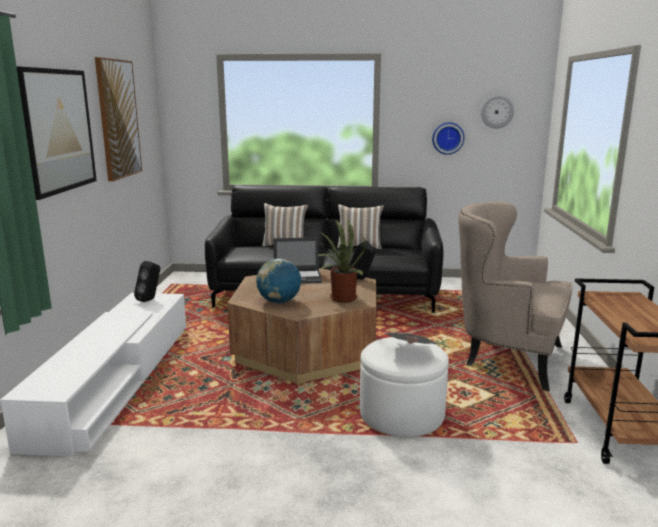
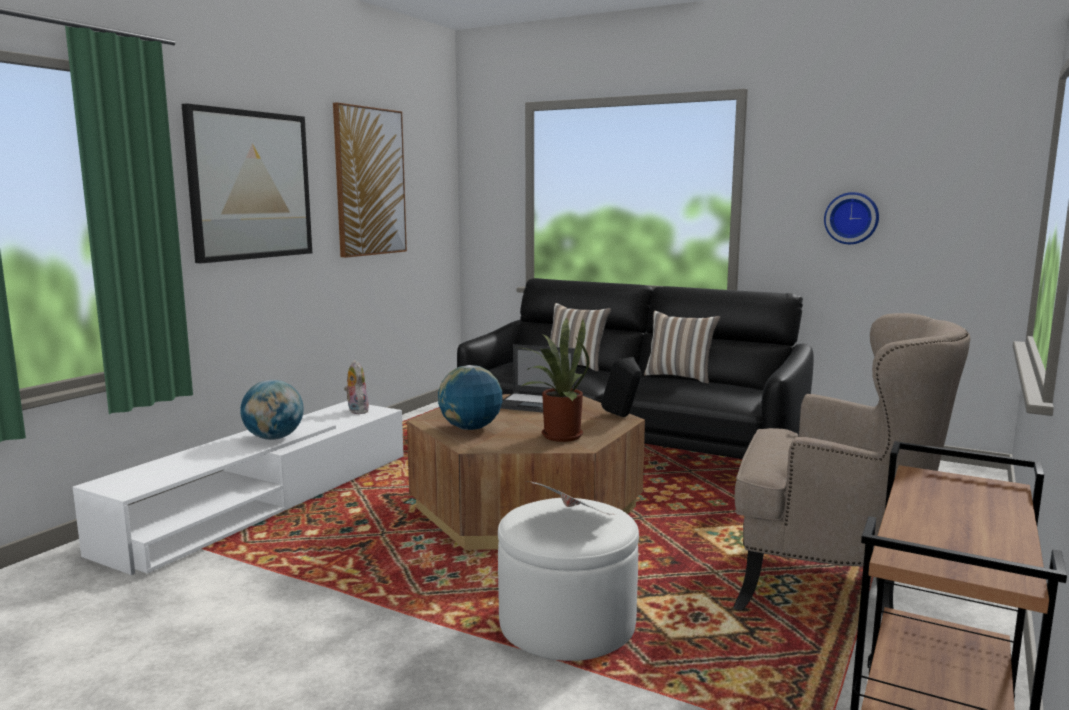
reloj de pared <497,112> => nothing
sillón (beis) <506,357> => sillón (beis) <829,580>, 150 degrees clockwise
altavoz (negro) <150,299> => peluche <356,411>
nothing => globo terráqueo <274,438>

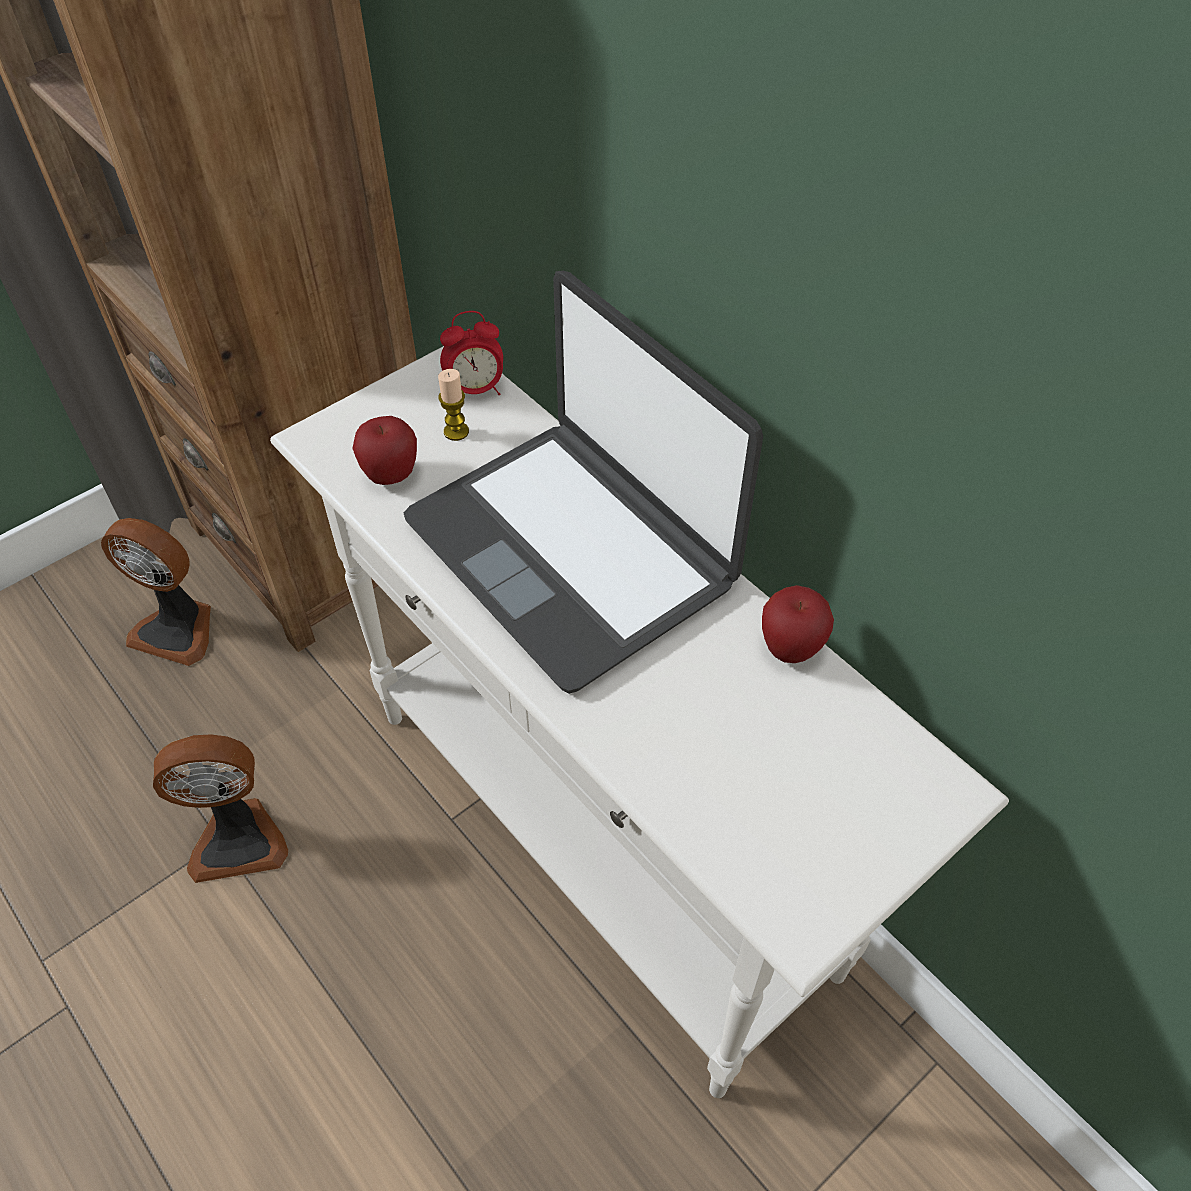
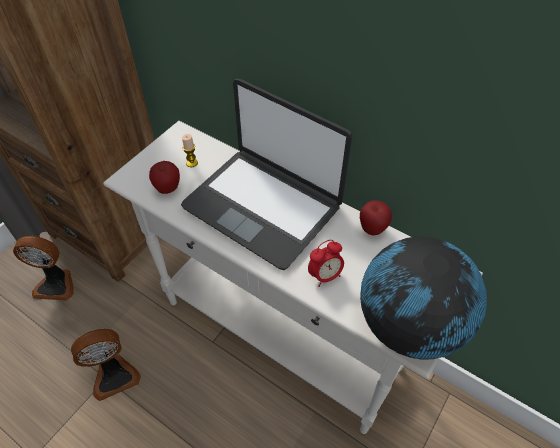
despertador <476,390> => despertador <325,275>, shifted
nothing => globo terráqueo <409,325>

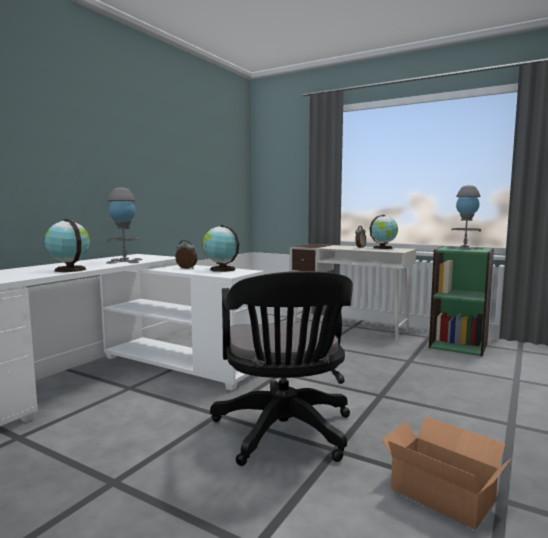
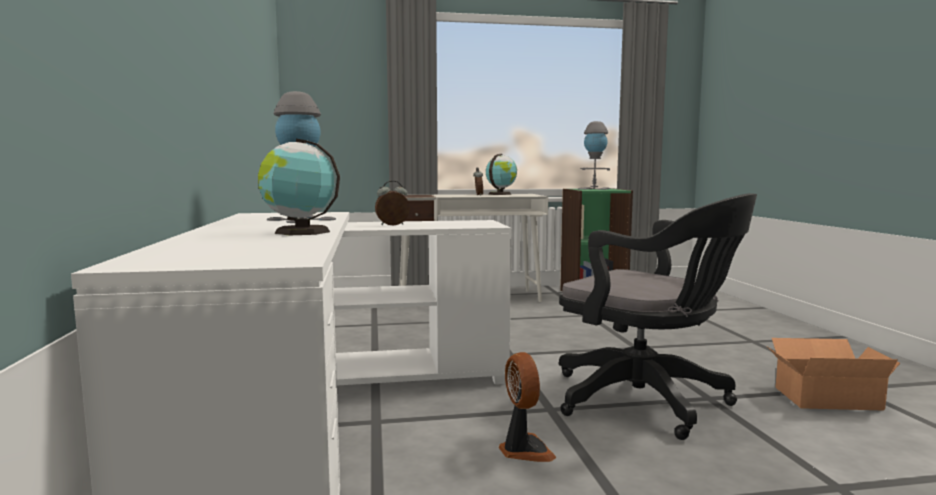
globo terráqueo <221,269> => nothing
nothing => ventilador <524,450>

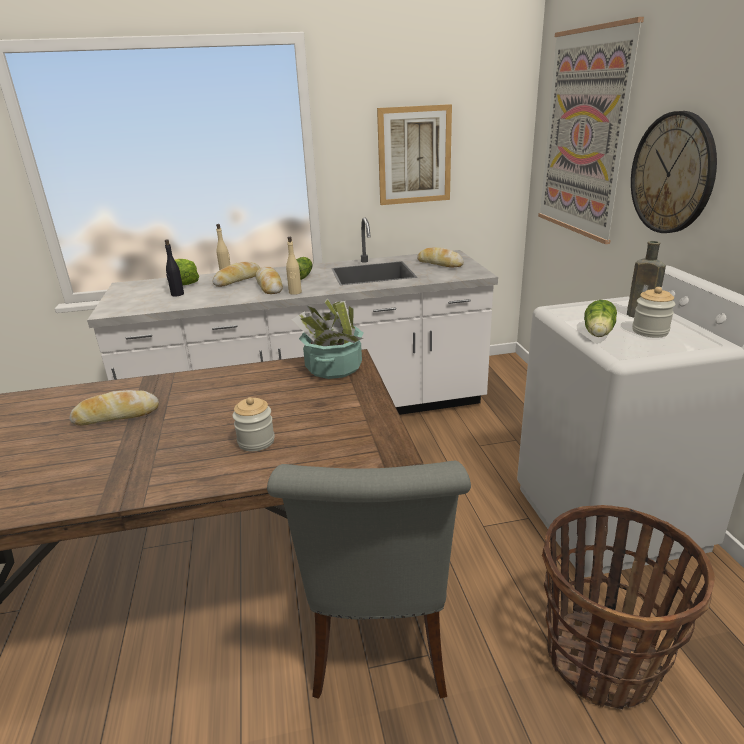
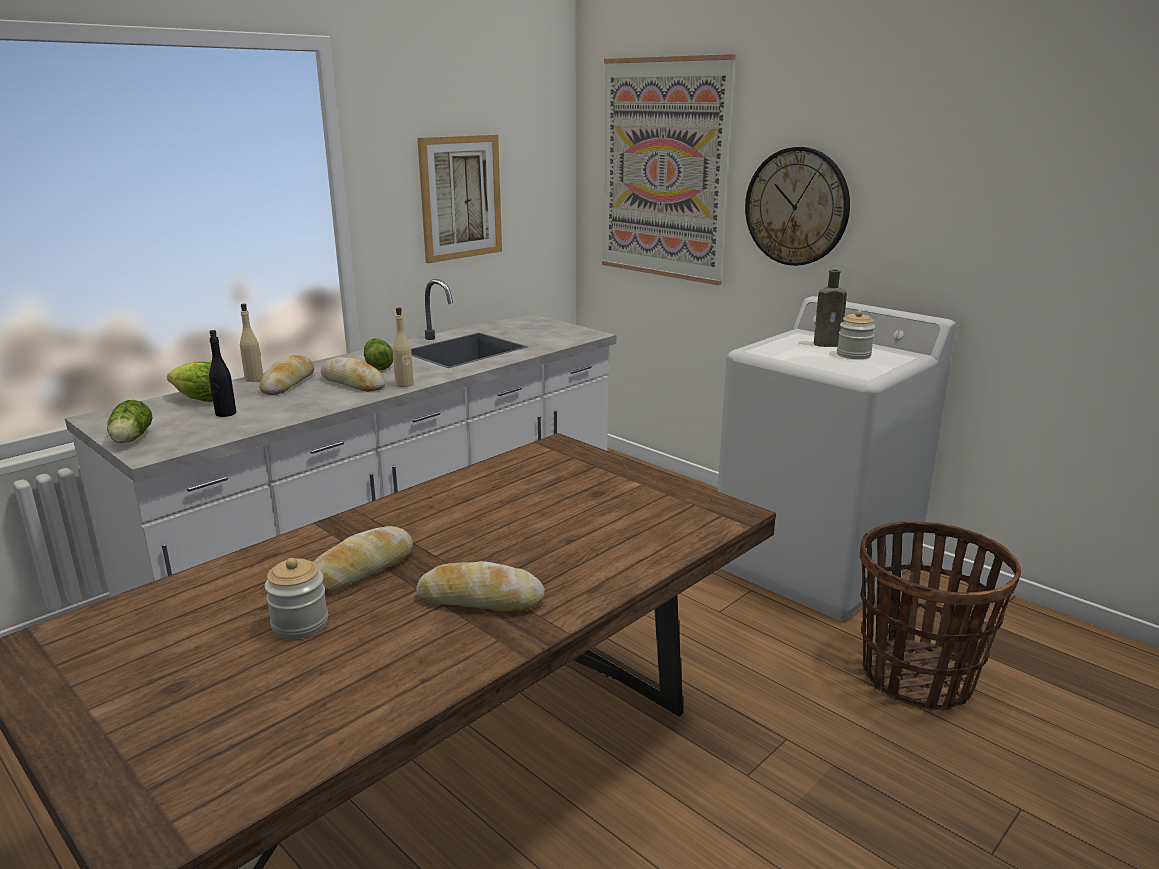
pan <439,264> => pan <480,599>, shifted
planta en maceta <333,367> => nothing
lechuga <597,334> => lechuga <130,439>, shifted
tarro <256,441> => tarro <300,624>, shifted
silla (gris) <380,647> => nothing

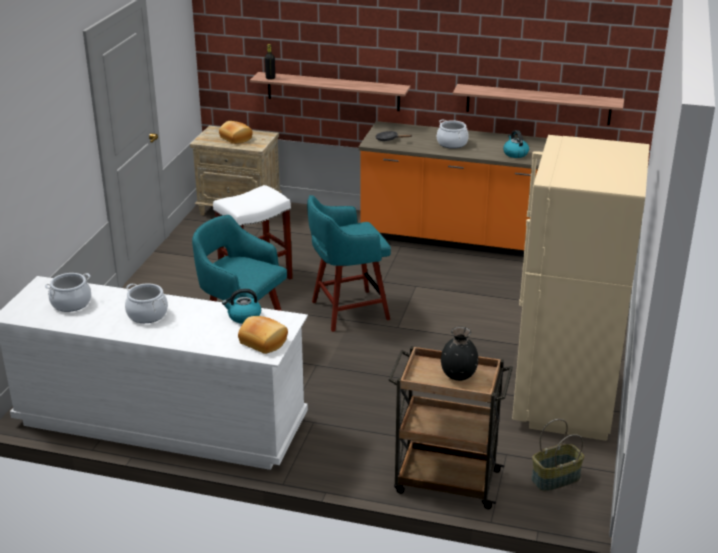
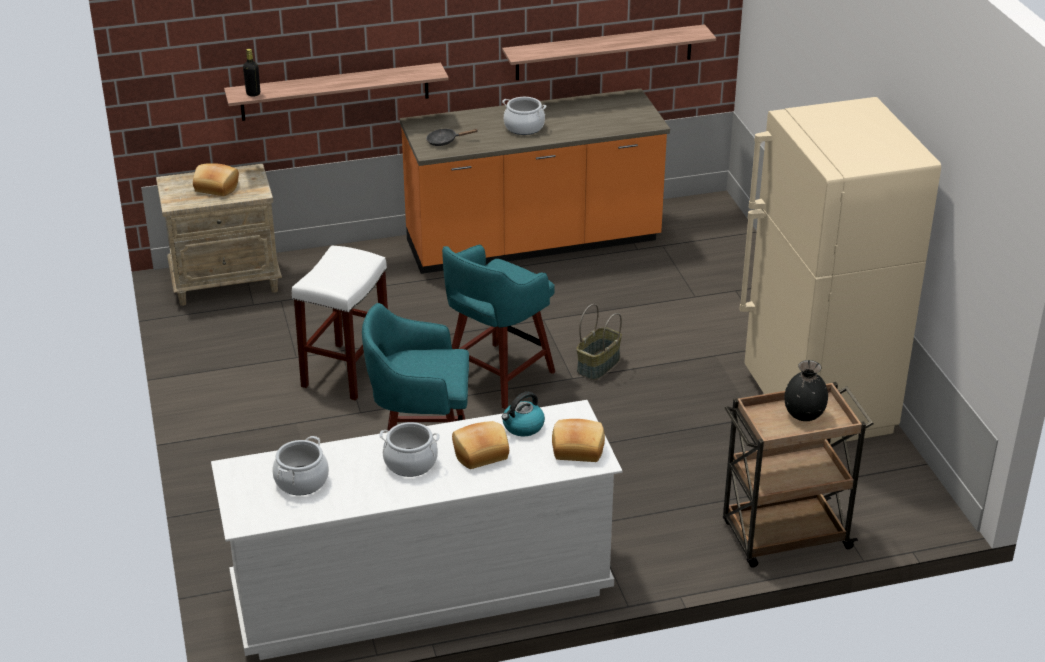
hervidor <515,153> => nothing
cesta <555,479> => cesta <598,366>, shifted
nothing => pan <480,452>

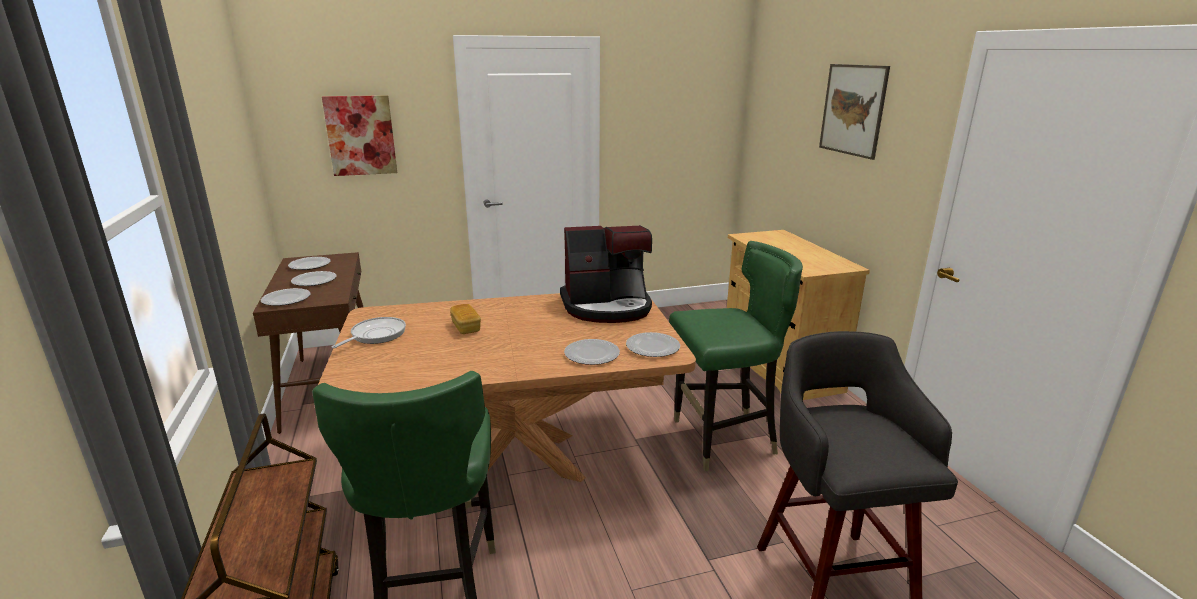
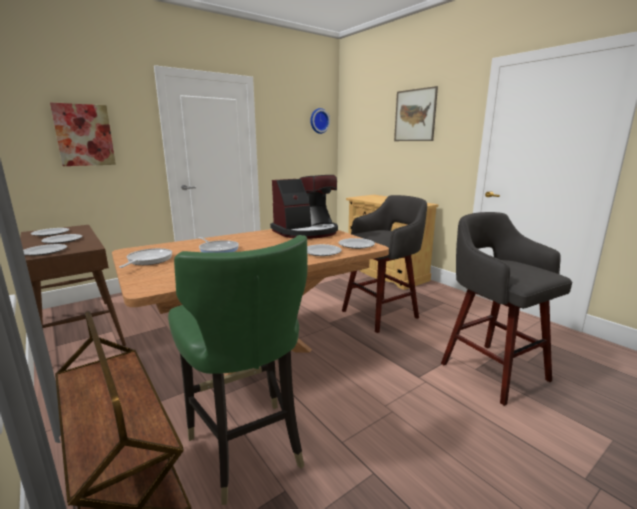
silla (verde) <722,440> => taburete (gris) <381,314>
pan <466,327> => sartén <218,249>
nothing => reloj de pared <318,121>

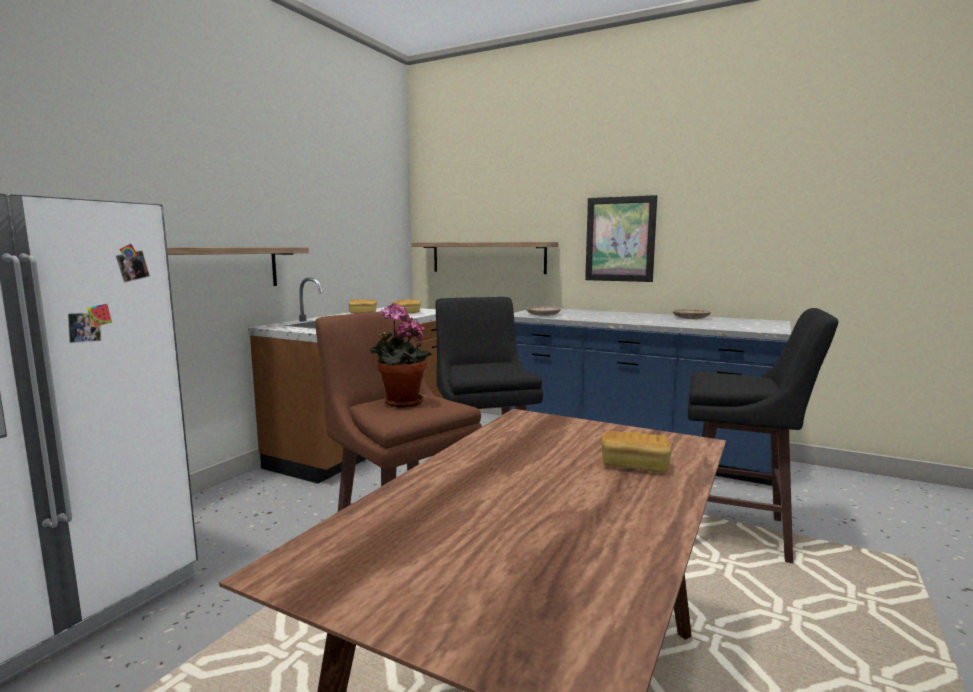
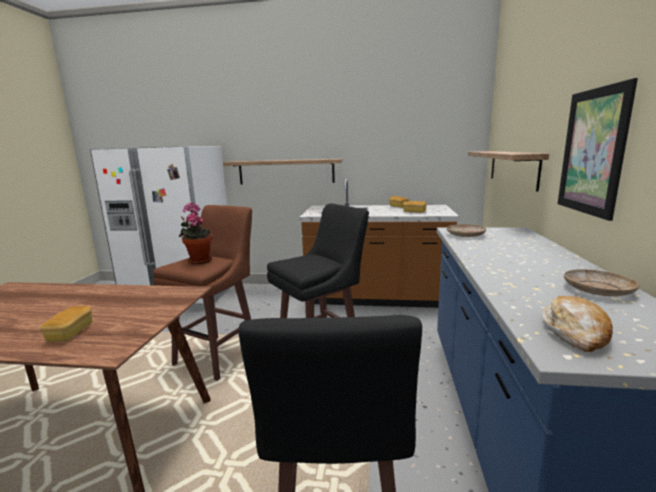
nothing => pan <575,333>

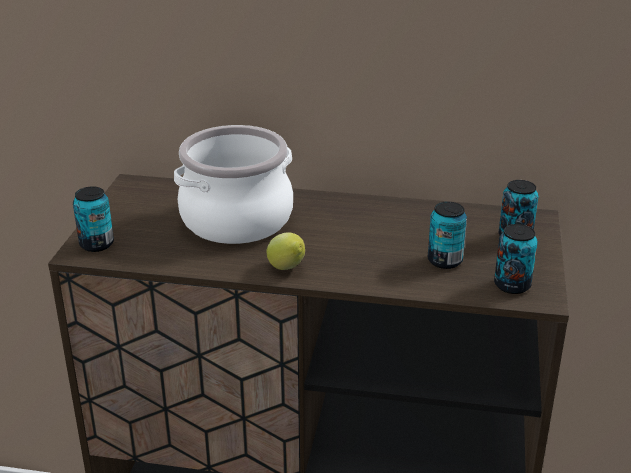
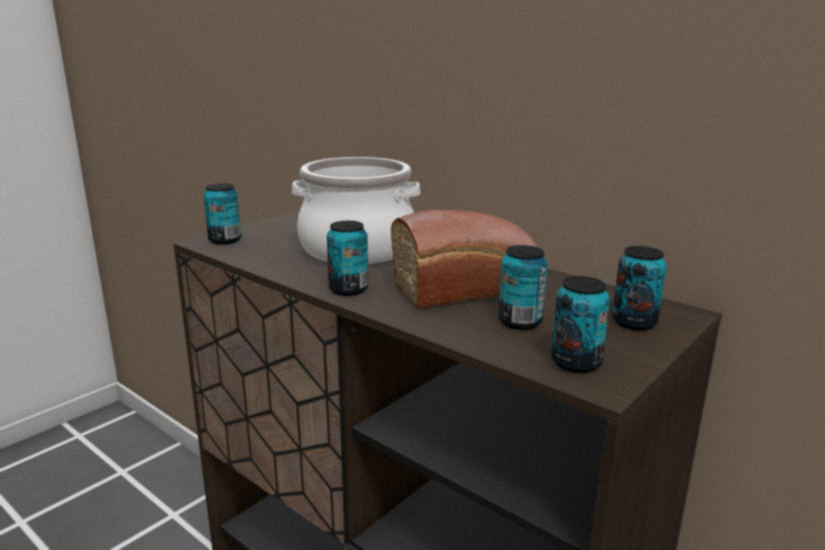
limón <287,269> => lata <348,289>
nothing => pan <470,288>

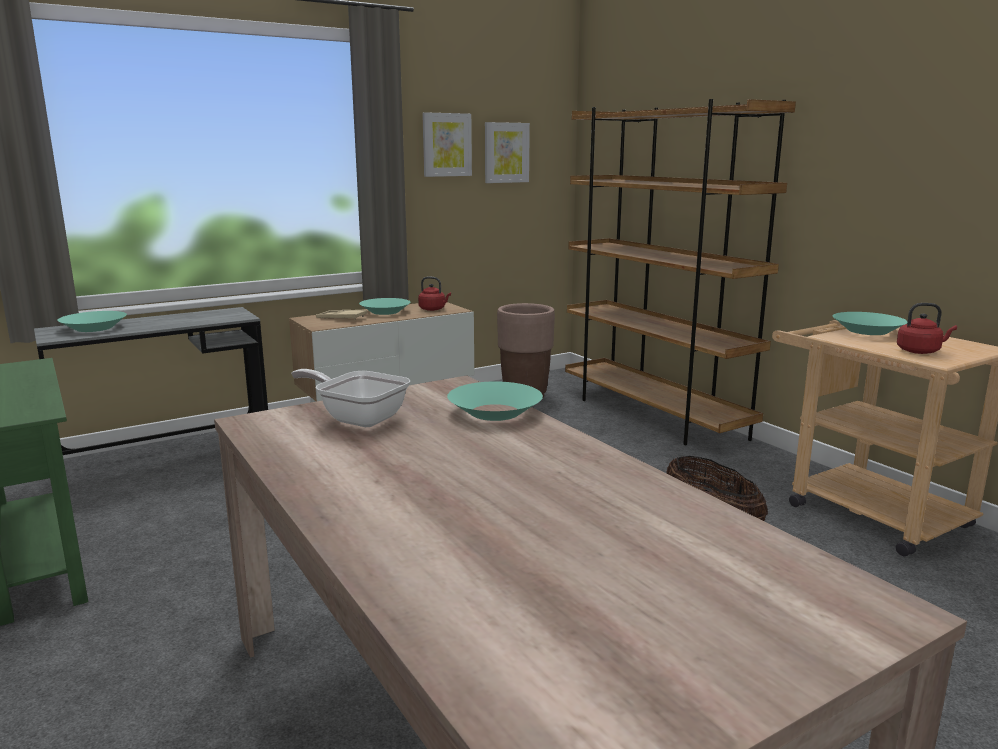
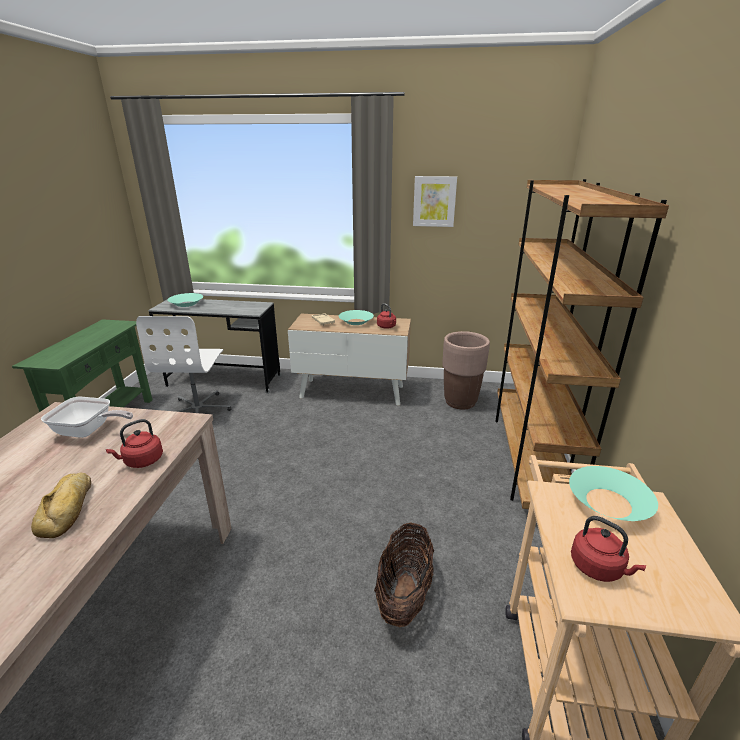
cuadro <506,152> => nothing
sartén <358,418> => sartén <89,431>, 120 degrees clockwise
cuenco (turquesa) <495,412> => hervidor (rojo) <142,461>
nothing => silla de oficina (blanco) <198,410>
nothing => pan <69,508>

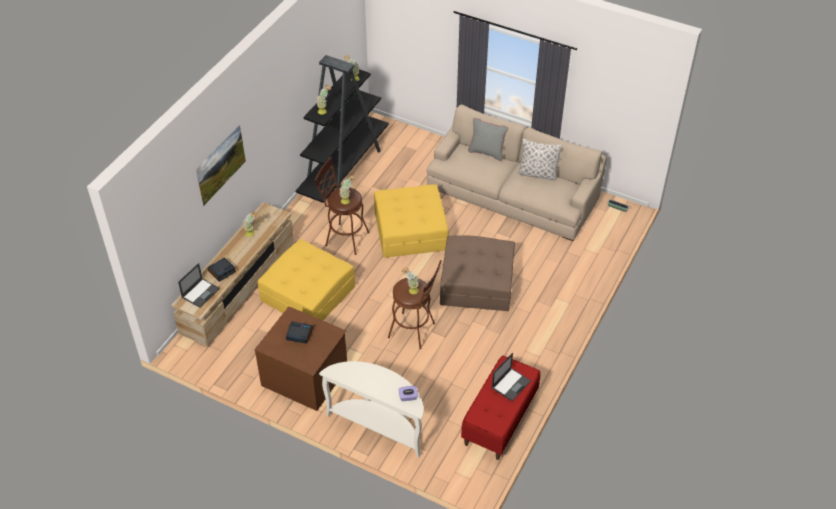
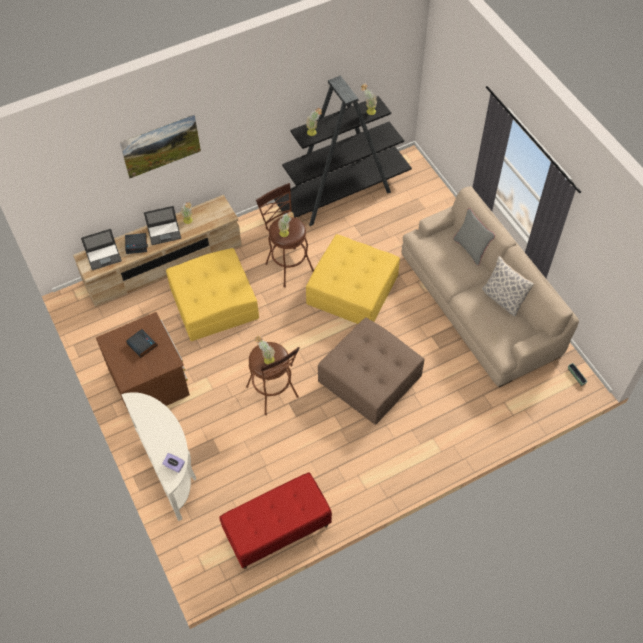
portátil <511,384> => portátil <164,232>, shifted

